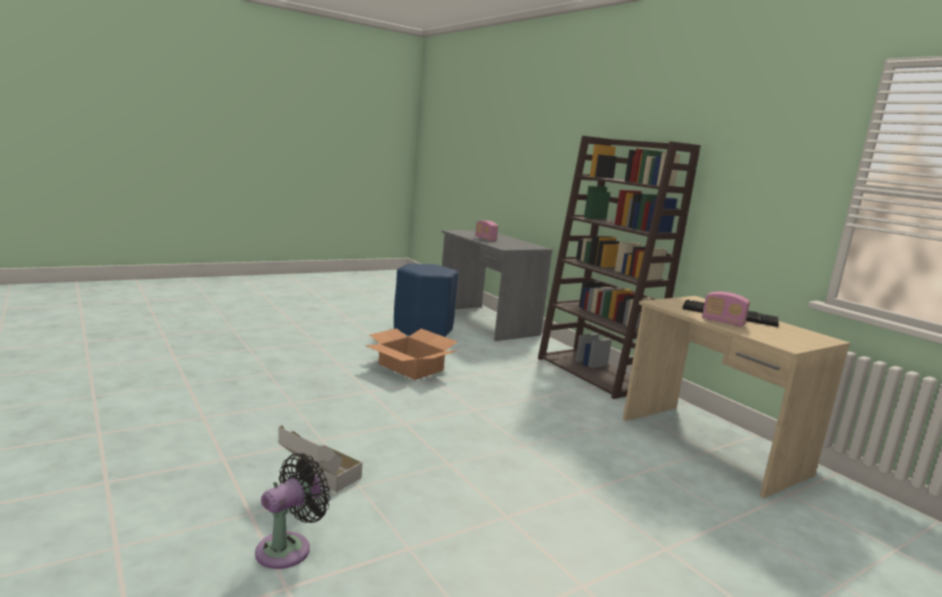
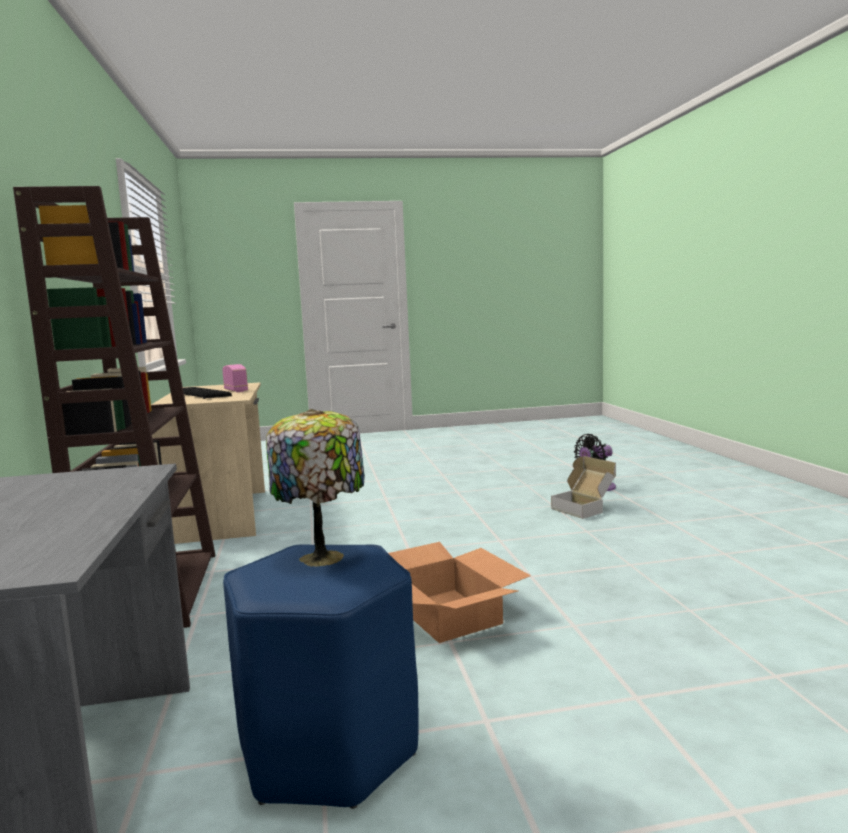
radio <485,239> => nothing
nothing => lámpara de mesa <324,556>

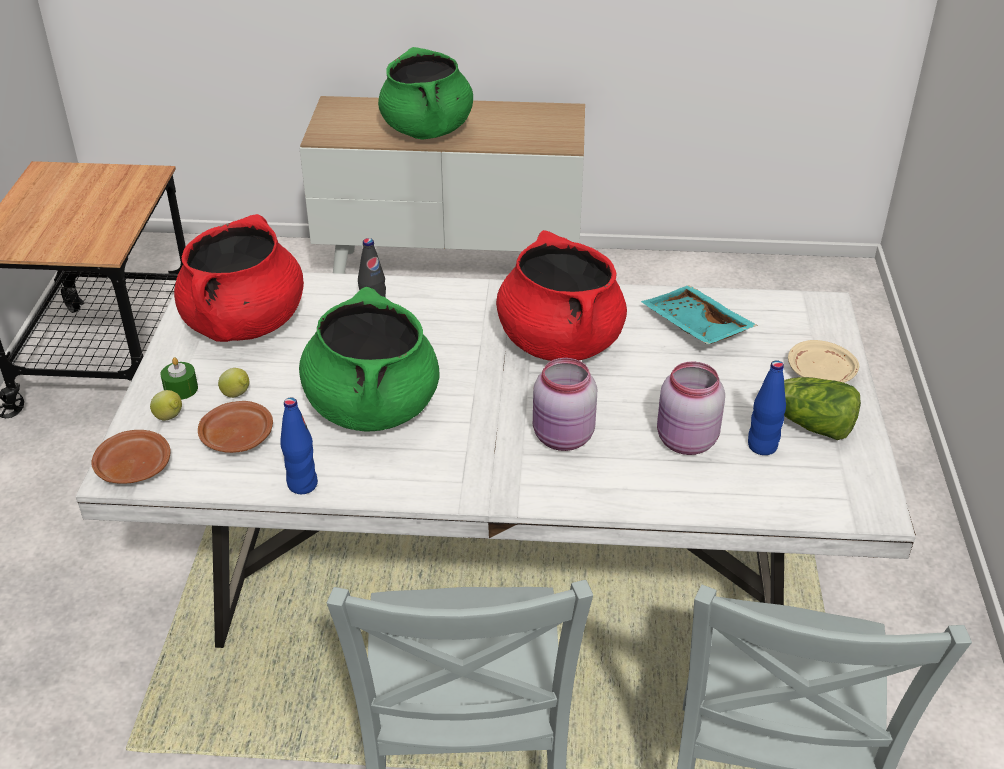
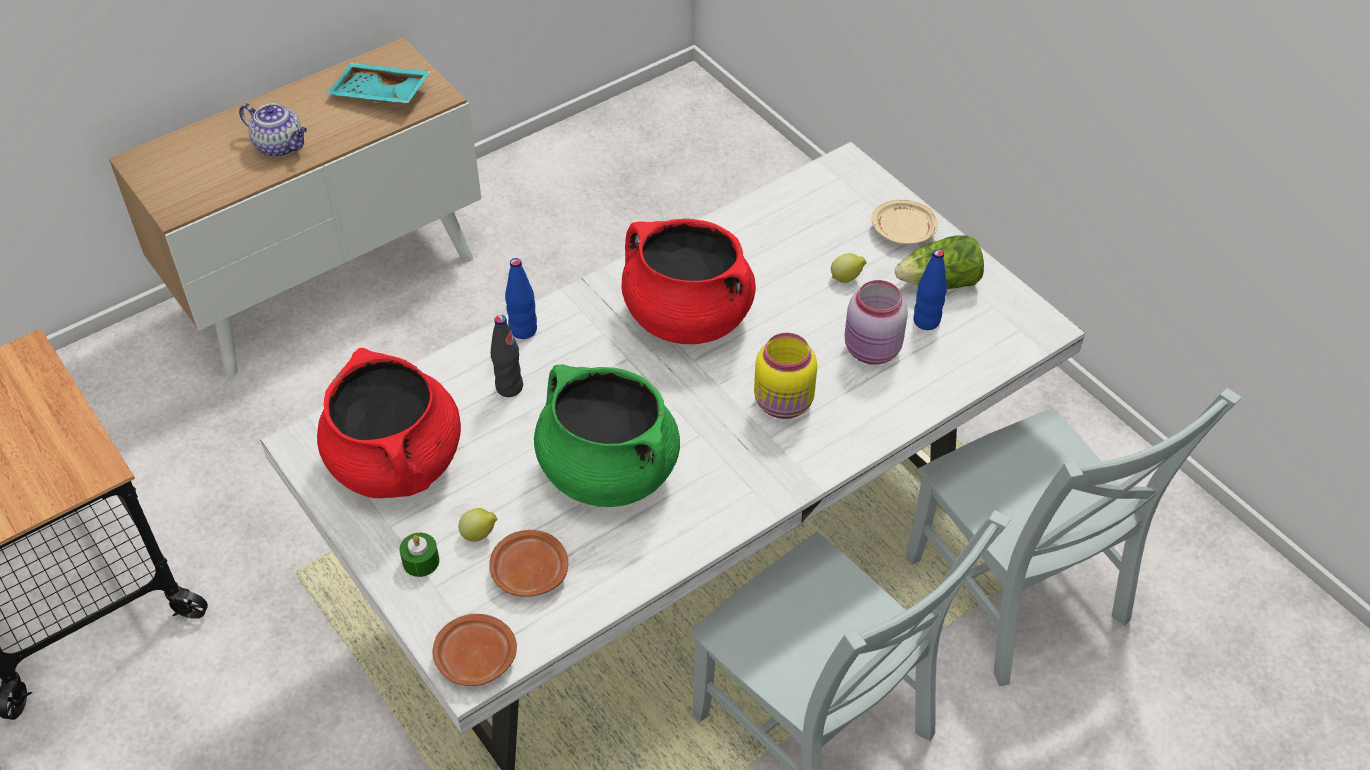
olla (verde) <427,130> => tetera <280,146>
bandeja (turquesa) <694,327> => bandeja (turquesa) <380,95>, shifted
tarro (rosa) <563,438> => tarro (amarillo) <784,404>
limón <170,418> => limón <847,278>, shifted
botella (azul) <302,485> => botella (azul) <523,330>, shifted

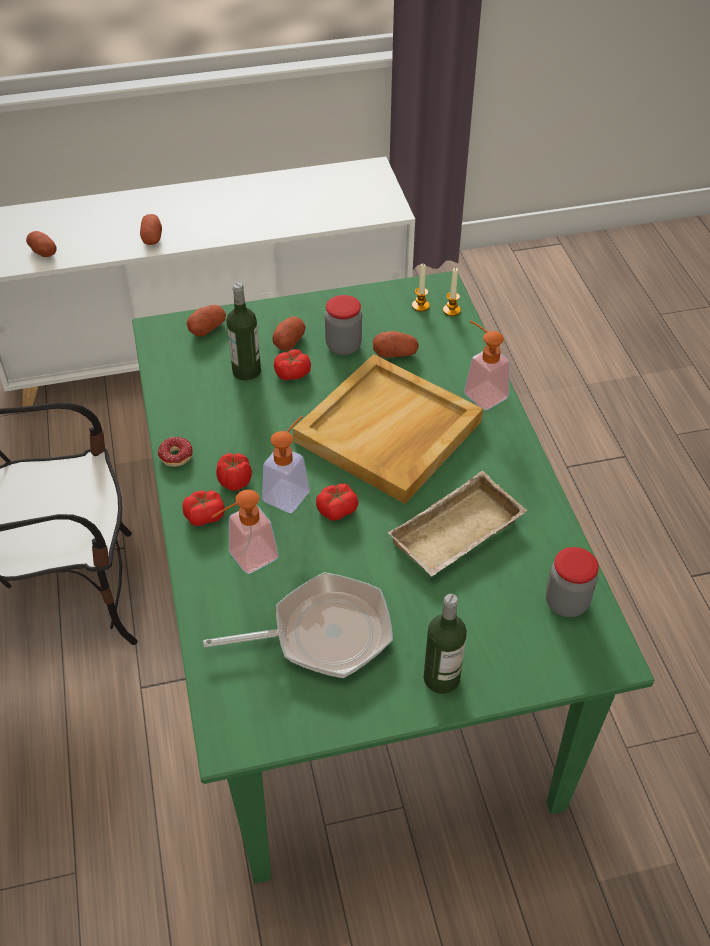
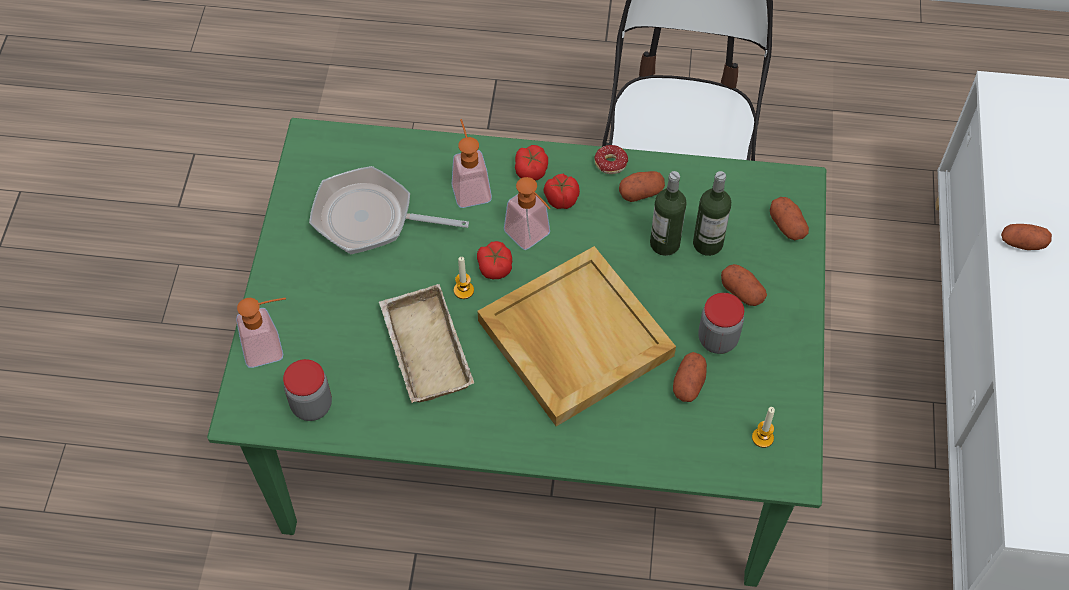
patata <43,251> => patata <641,192>, shifted
vela <451,310> => vela <463,290>, shifted
dispensador de jabón <480,392> => dispensador de jabón <271,348>, shifted
tomate <292,373> => nothing
sartén <323,634> => sartén <370,218>, 90 degrees clockwise
botella <441,678> => botella <664,243>, shifted

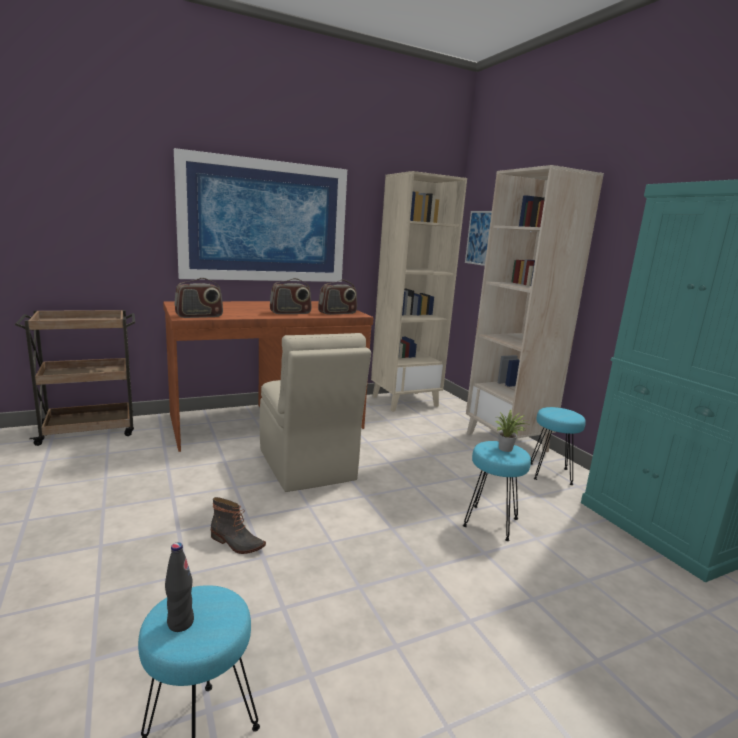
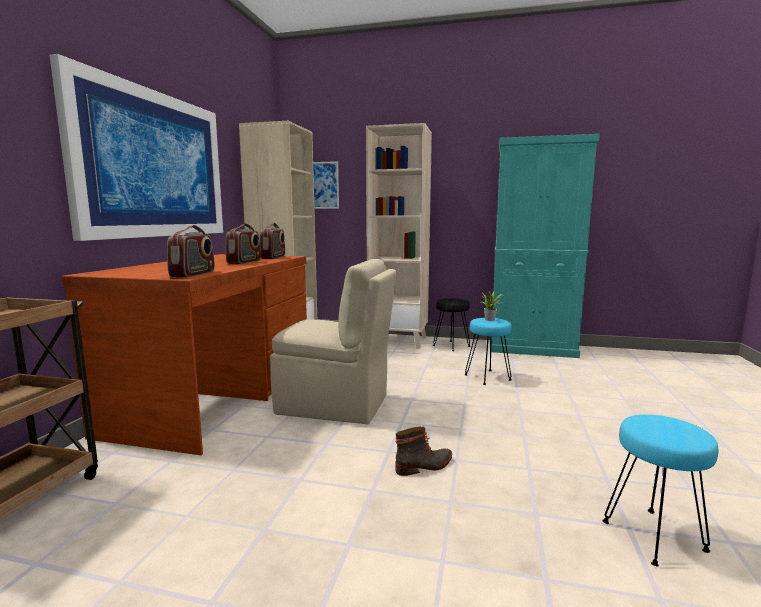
taburete (turquesa) <550,473> => taburete (negro) <451,346>
botella (negro) <180,623> => nothing

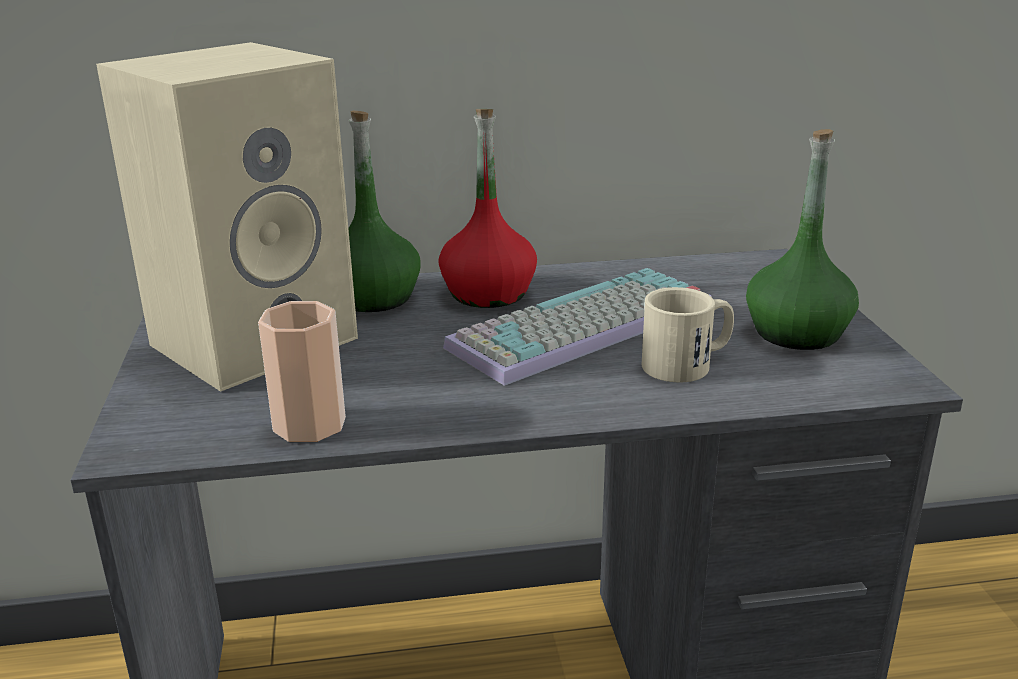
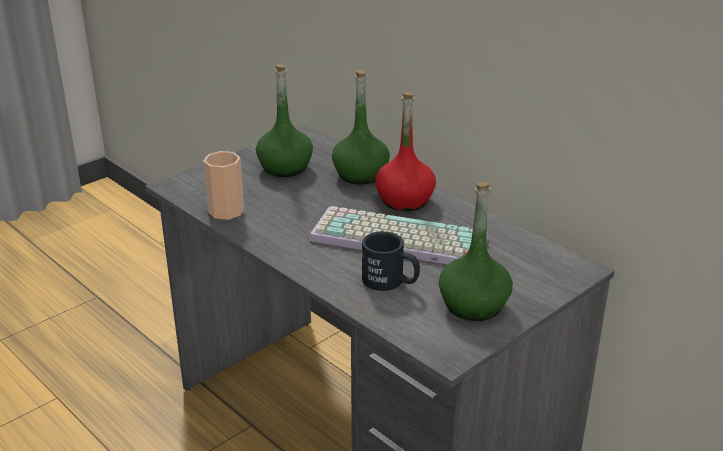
altavoz (beis) <256,339> => botella (verde) <285,167>
taza grande (beis) <688,363> => taza grande (negro) <391,282>

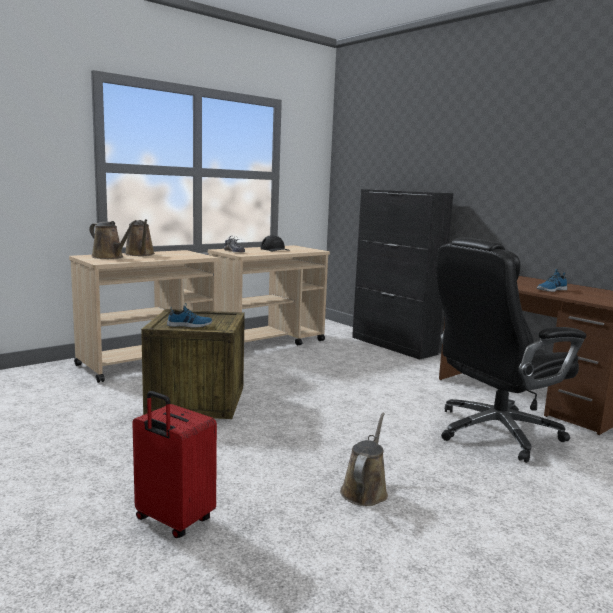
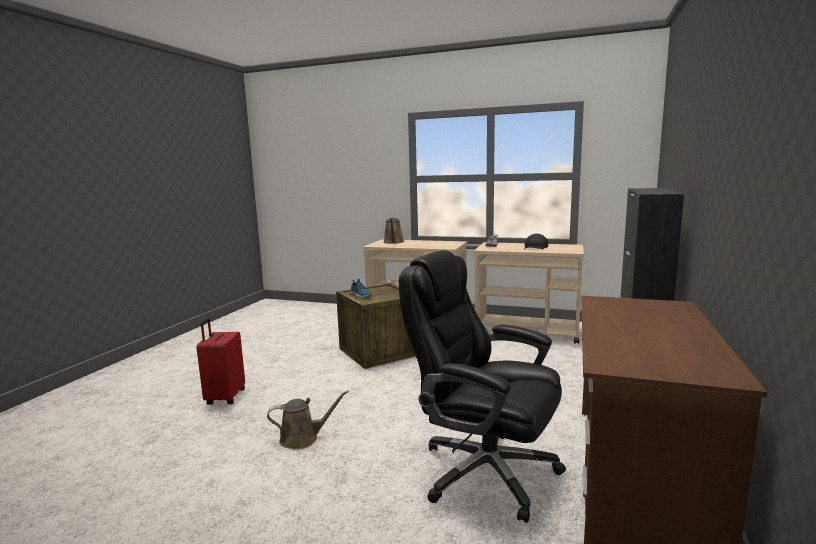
regadera (marrón) <140,254> => nothing
zapato <551,290> => nothing

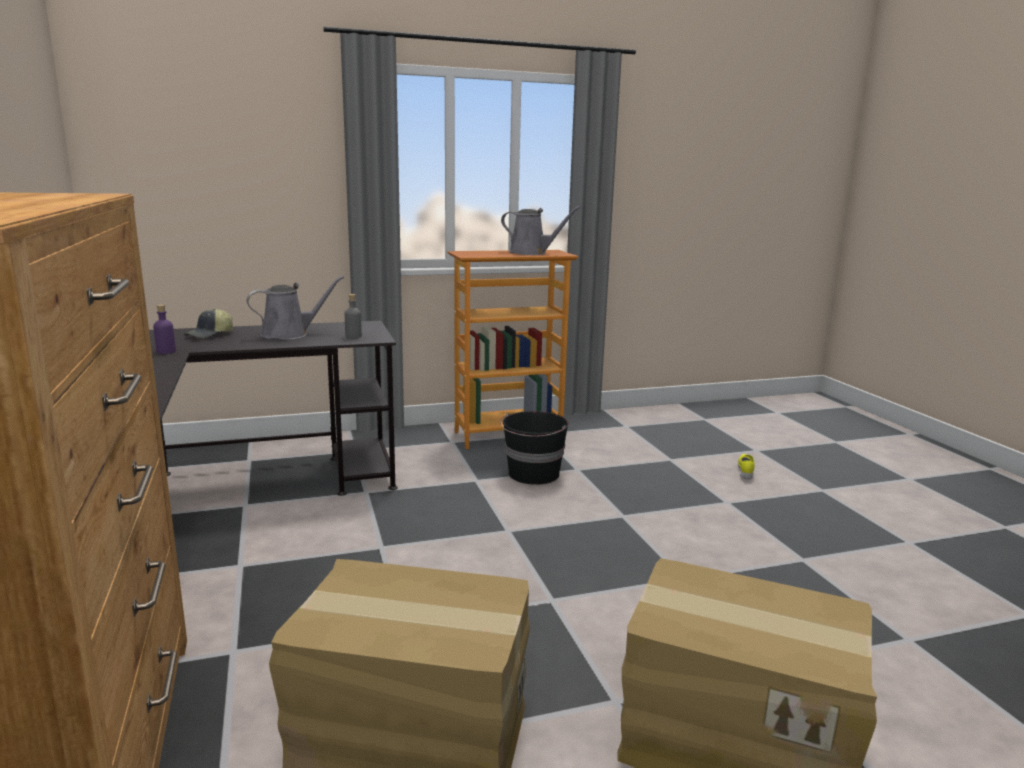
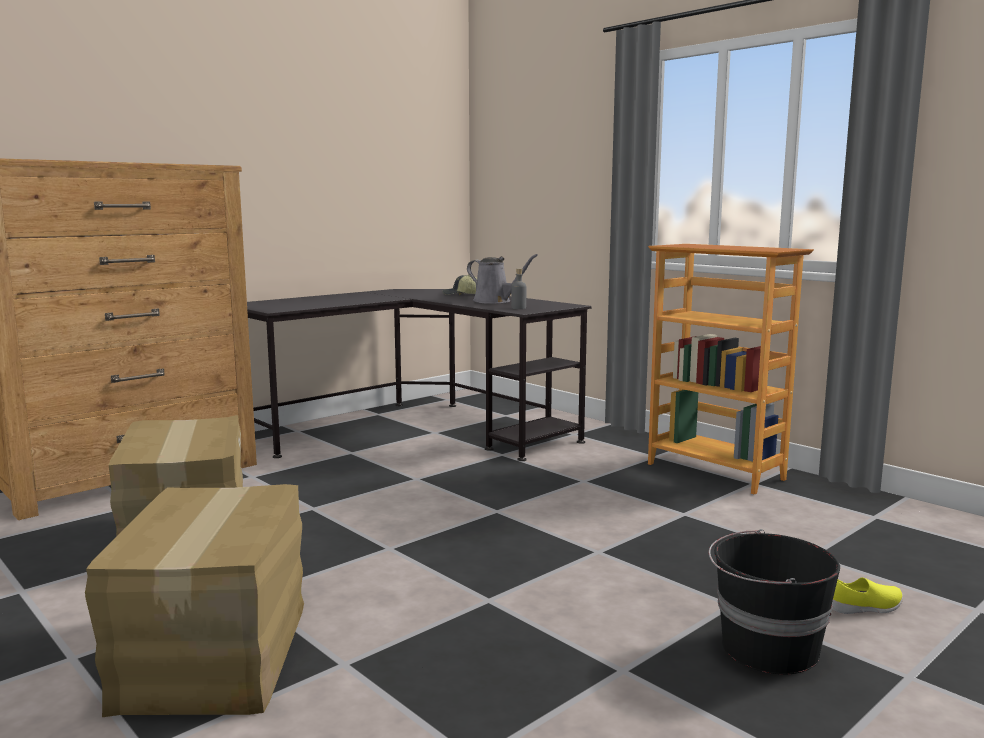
regadera (gris) <531,253> => nothing
botella (morado) <166,351> => nothing
cubo (negro) <533,474> => cubo (negro) <766,649>, shifted

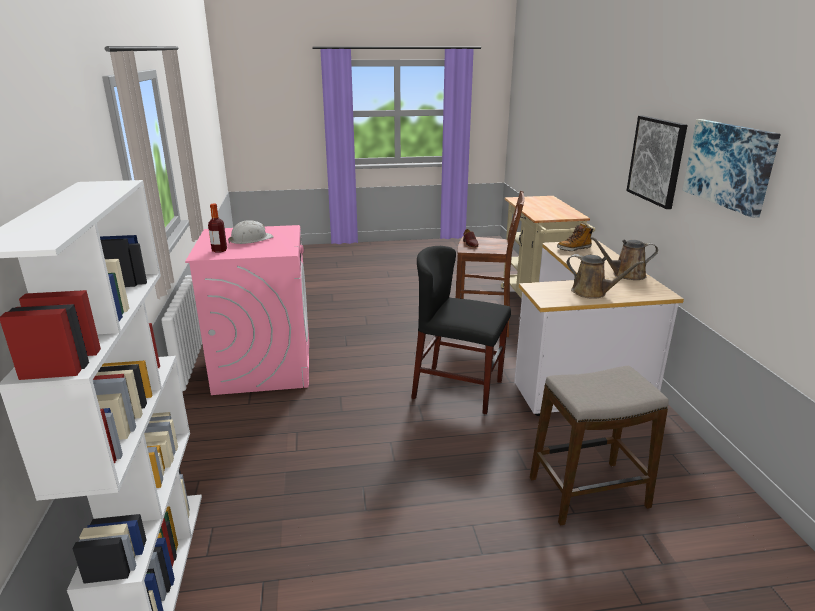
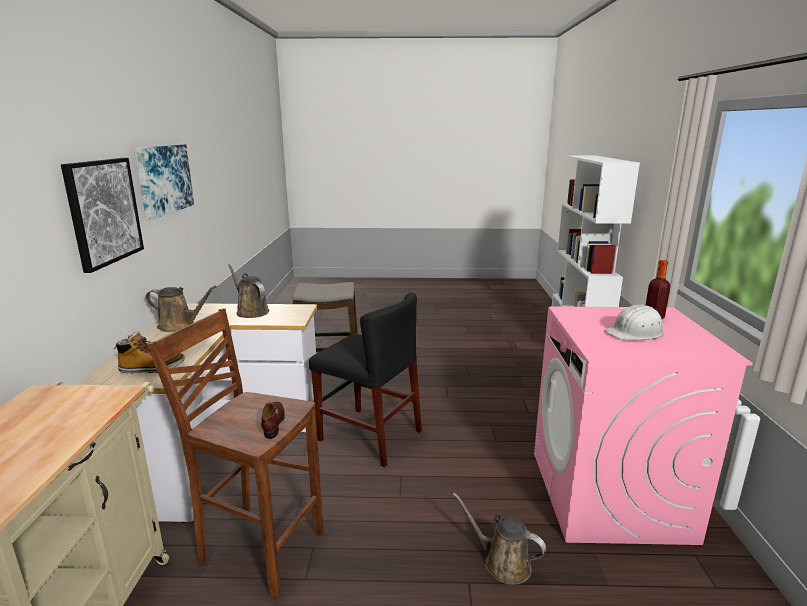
nothing => regadera (marrón) <502,563>

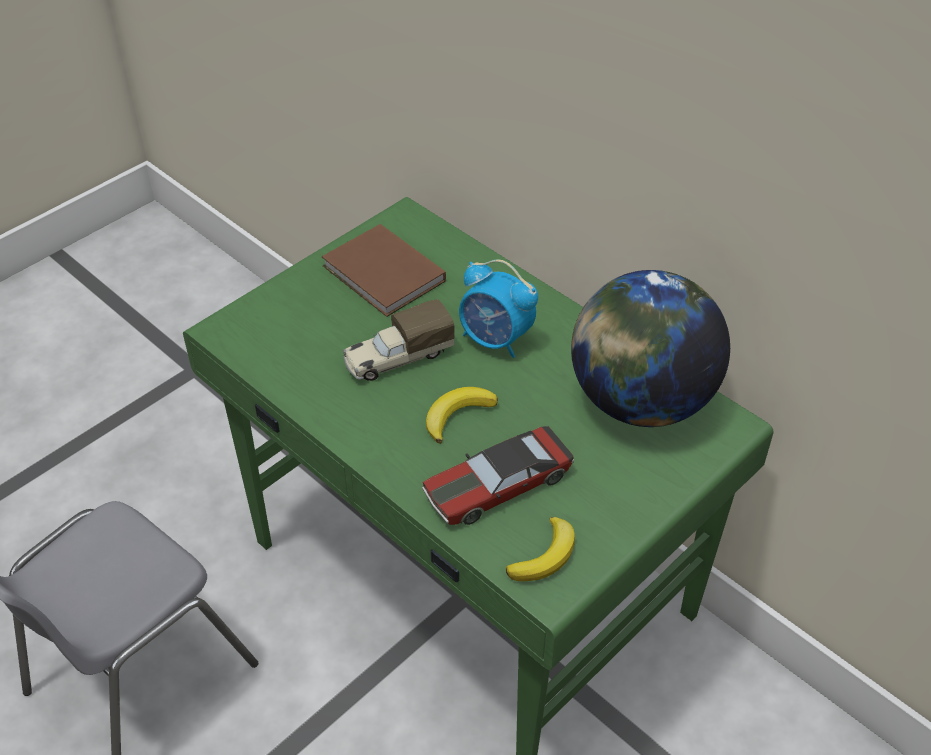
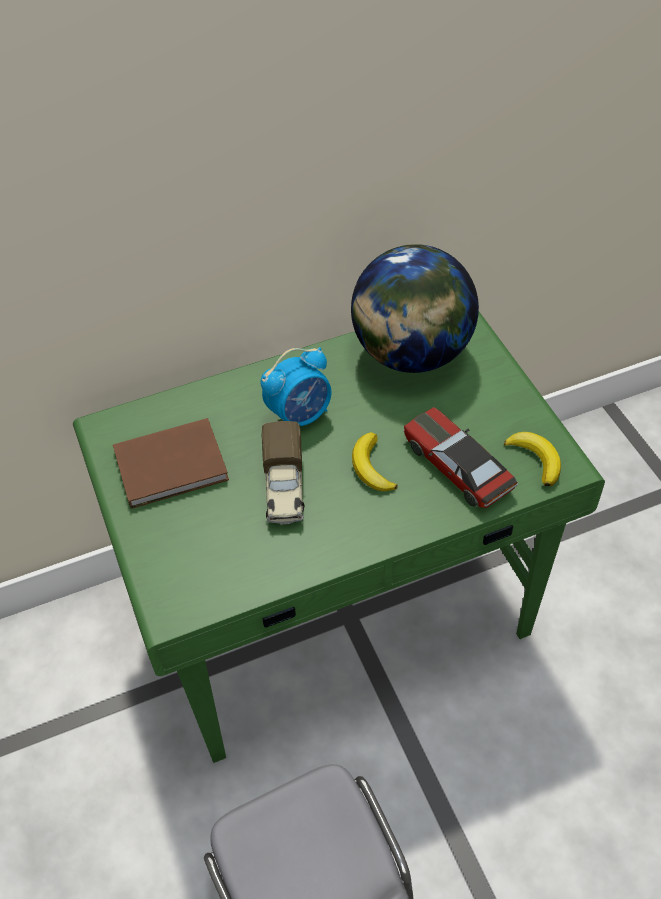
coche de juguete <497,485> => coche de juguete <457,465>, 150 degrees clockwise

